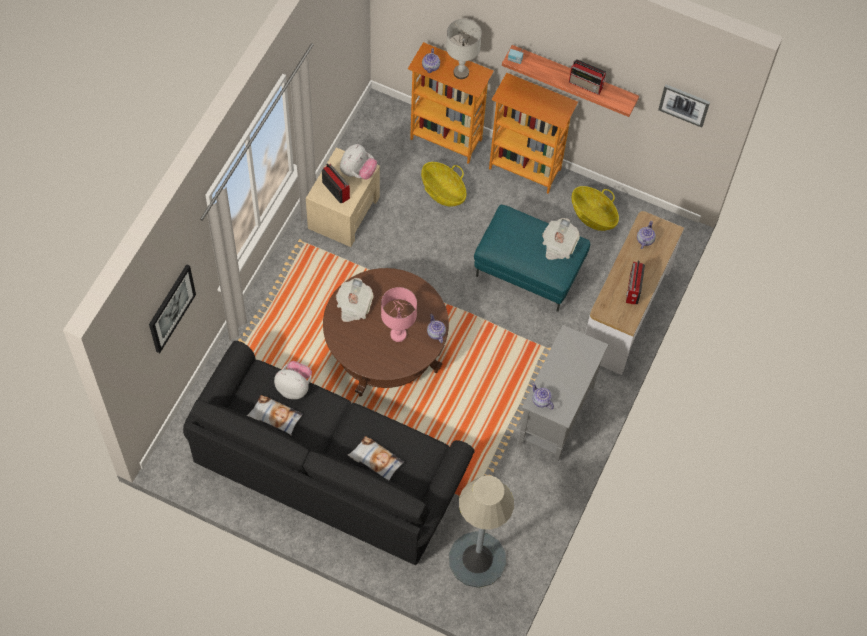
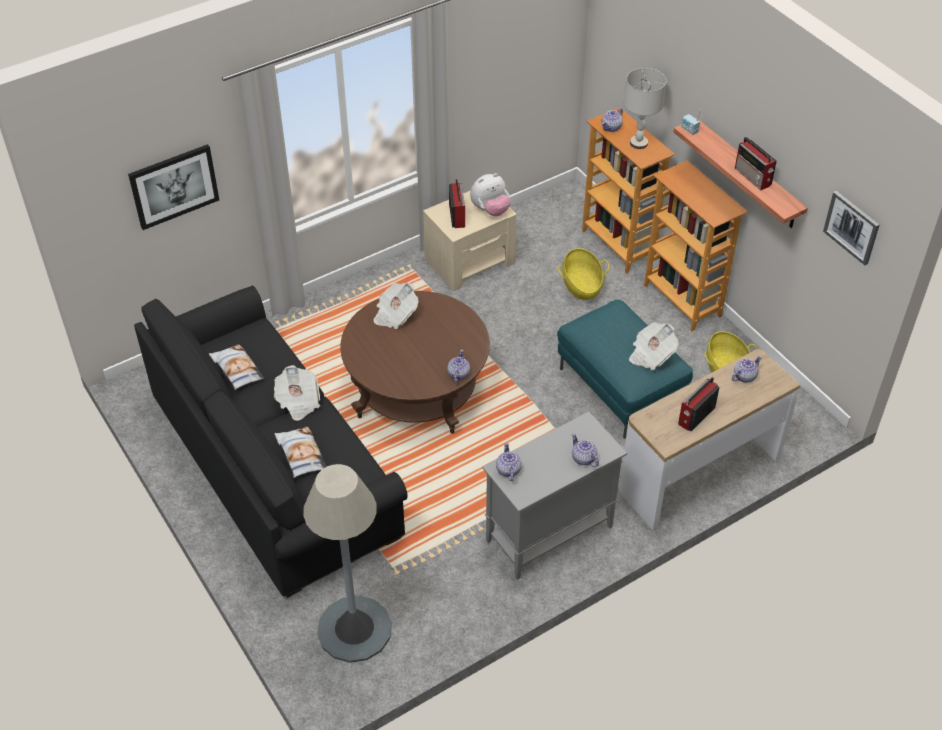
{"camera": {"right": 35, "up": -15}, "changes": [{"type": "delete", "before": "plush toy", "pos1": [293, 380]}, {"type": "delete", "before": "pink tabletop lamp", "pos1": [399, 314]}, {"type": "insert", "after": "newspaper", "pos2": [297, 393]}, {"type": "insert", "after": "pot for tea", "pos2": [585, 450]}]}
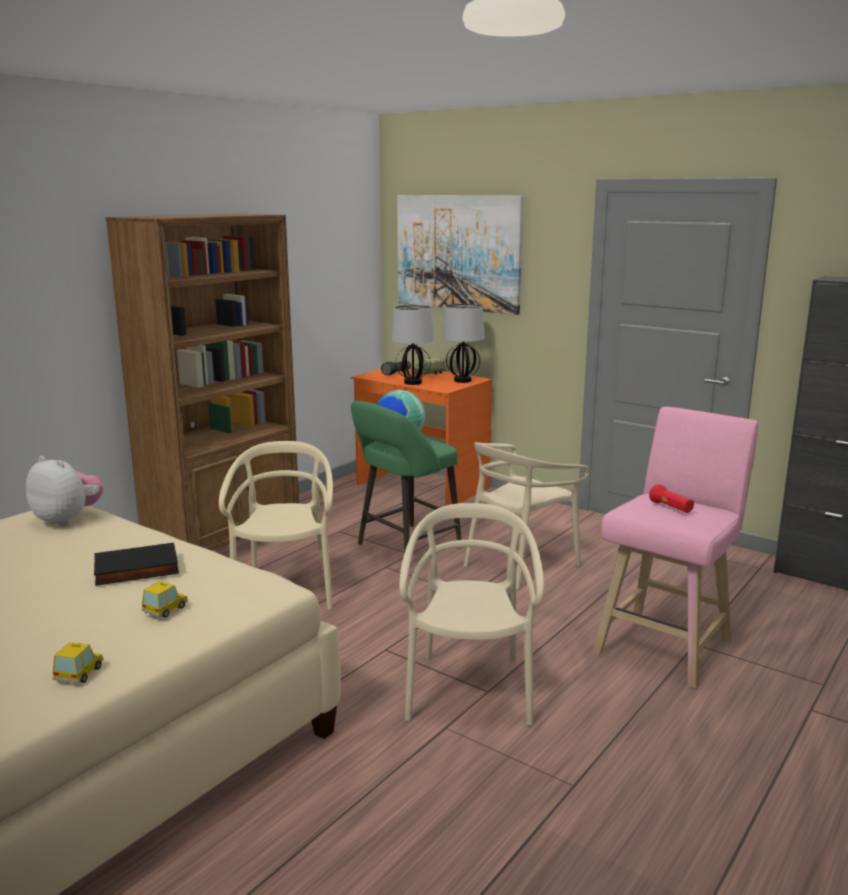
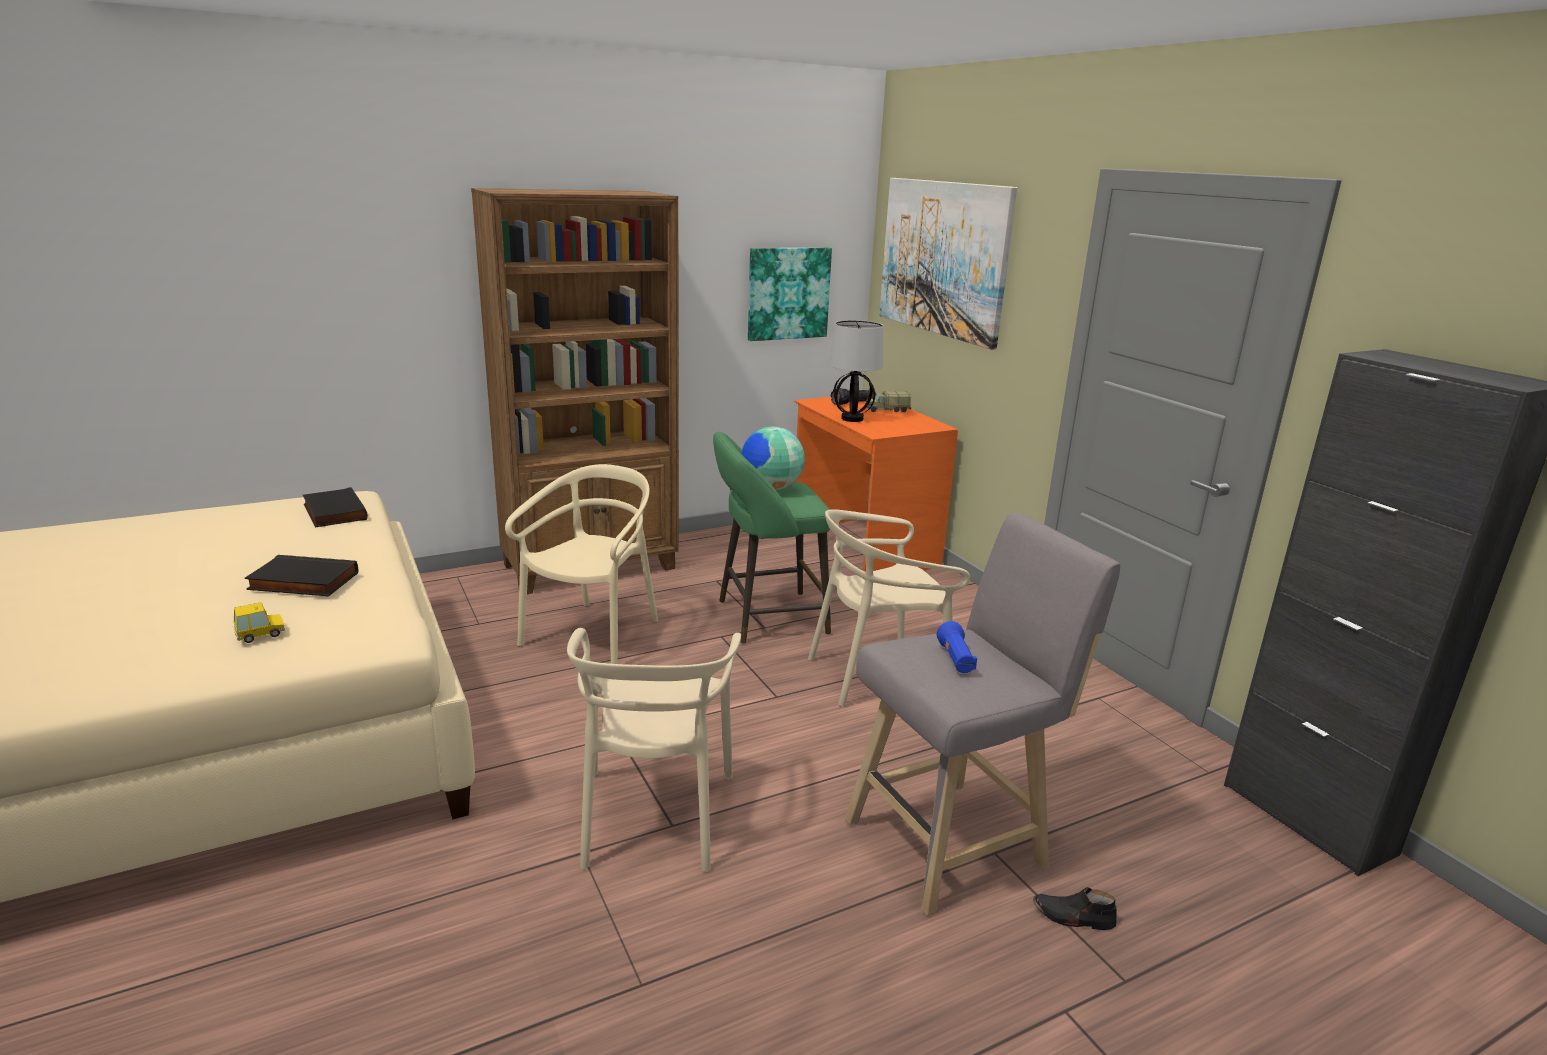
{"camera": {"right": 25, "up": 5}, "changes": [{"type": "replace", "before": "plush toy", "after": "black-coloured book", "pos1": [64, 491], "pos2": [335, 507]}, {"type": "delete", "before": "toy car", "pos1": [78, 662]}, {"type": "rotate", "before": "sand-coloured upright chair", "pos1": [471, 614], "pos2": [654, 750], "turn": 150}, {"type": "delete", "before": "tabletop lamp", "pos1": [463, 343]}, {"type": "recolor", "before": "pink sitting stool", "after": "gray sitting stool", "pos1": [675, 547], "pos2": [982, 714]}, {"type": "recolor", "before": "reddish flashlight", "after": "bluish flashlight", "pos1": [671, 498], "pos2": [957, 647]}, {"type": "insert", "after": "wall art", "pos2": [790, 294]}, {"type": "insert", "after": "black-coloured low shoe", "pos2": [1075, 908]}]}
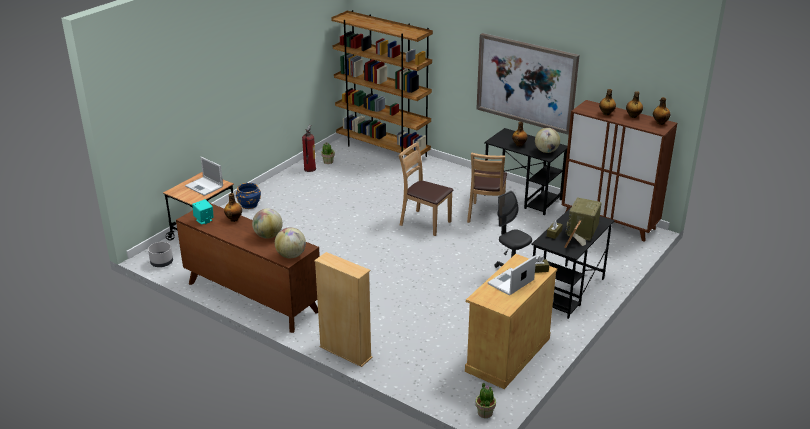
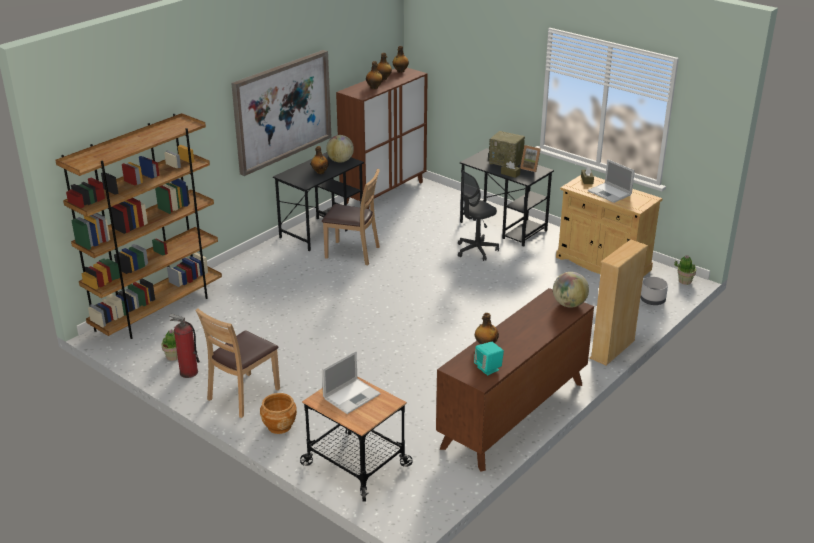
{"camera": {"right": -85, "up": 0}, "changes": [{"type": "move", "before": "gray planter", "pos1": [160, 254], "pos2": [654, 291]}, {"type": "recolor", "before": "bluish planter", "after": "brownish planter", "pos1": [248, 196], "pos2": [278, 413]}, {"type": "delete", "before": "globe", "pos1": [267, 224]}, {"type": "move", "before": "brownish upright chair", "pos1": [426, 189], "pos2": [237, 363]}]}
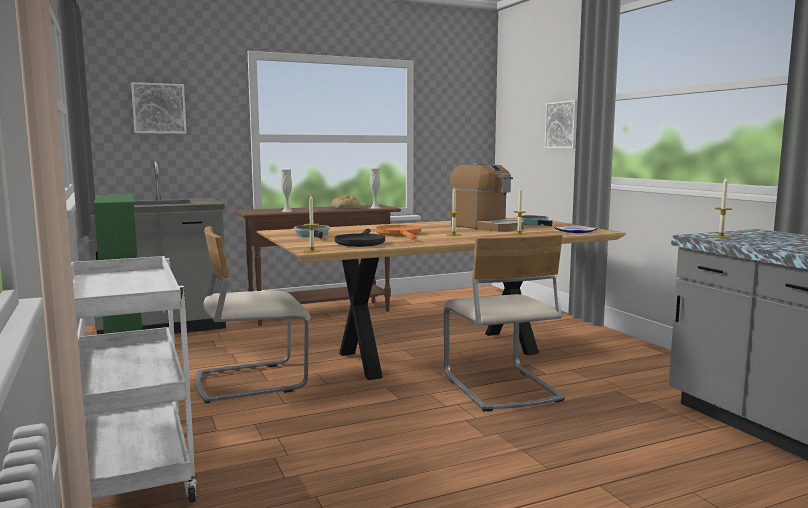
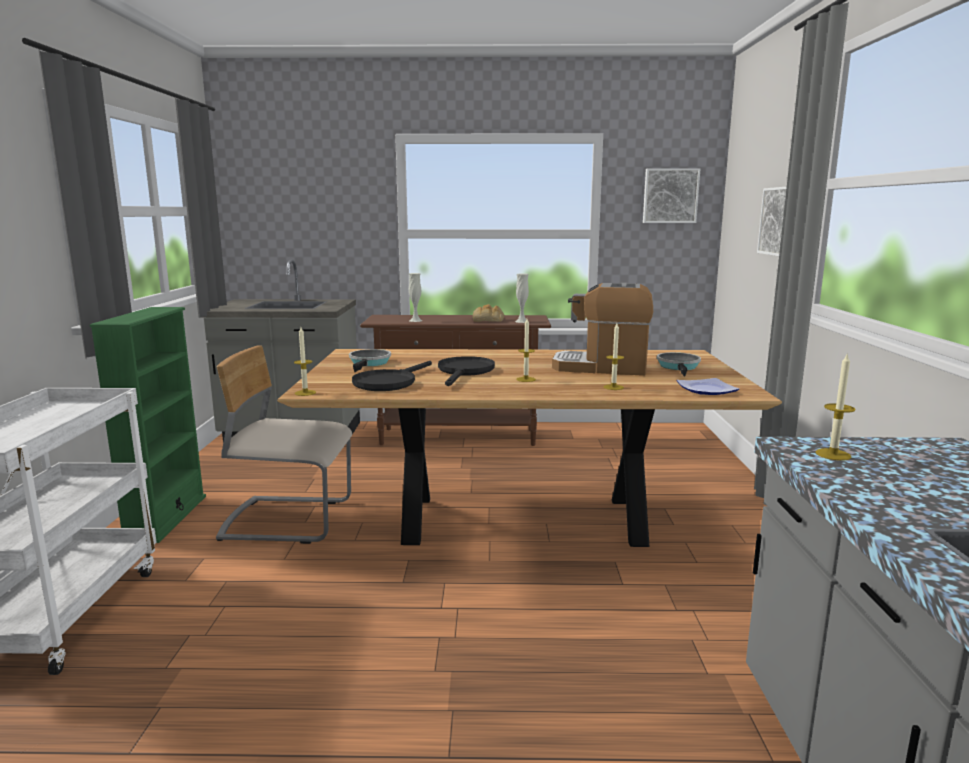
{"camera": {"right": 25, "up": 5}, "changes": [{"type": "move", "before": "wall art", "pos1": [159, 108], "pos2": [671, 195]}, {"type": "recolor", "before": "orangey frying pan", "after": "black-coloured frying pan", "pos1": [398, 232], "pos2": [466, 371]}, {"type": "delete", "before": "sand-coloured upright chair", "pos1": [504, 322]}, {"type": "rotate", "before": "coffee brewer", "pos1": [487, 197], "pos2": [602, 329], "turn": 120}]}
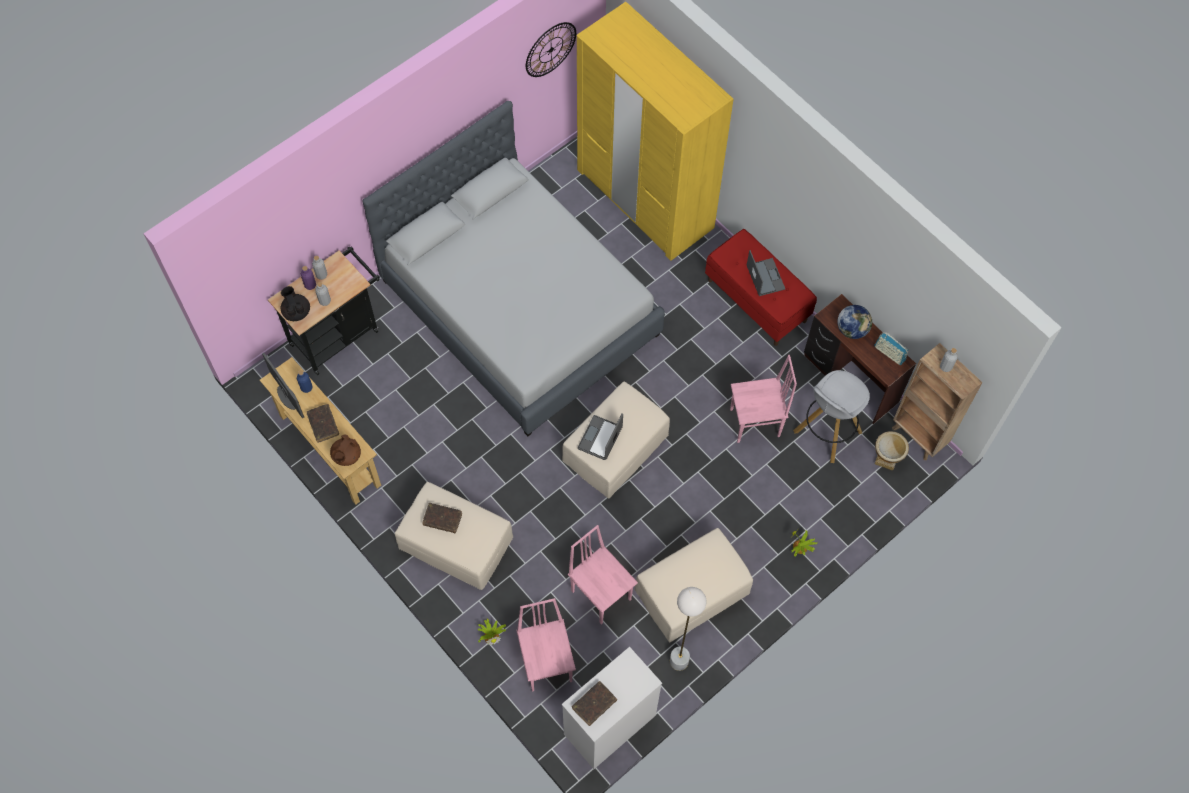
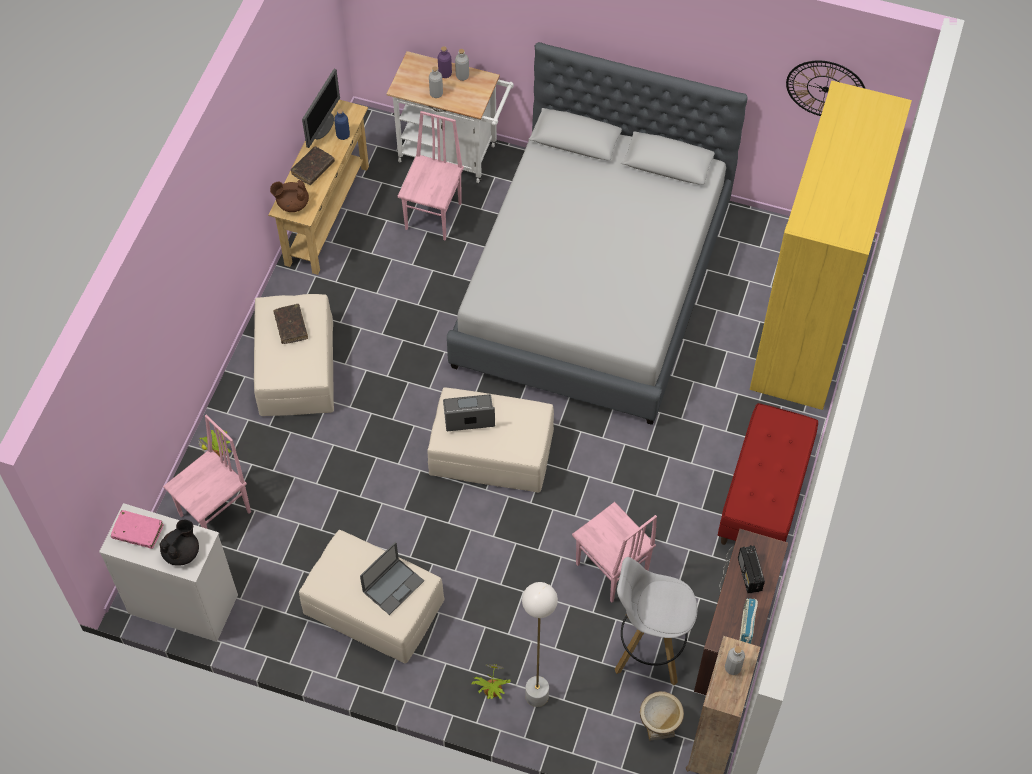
{"camera": {"right": 60, "up": -5}, "changes": [{"type": "recolor", "before": "black-coloured cart", "after": "white cart", "pos1": [324, 311], "pos2": [450, 117]}, {"type": "move", "before": "black-coloured pot for tea", "pos1": [295, 303], "pos2": [179, 542]}, {"type": "move", "before": "pink upright chair", "pos1": [603, 575], "pos2": [431, 175]}, {"type": "recolor", "before": "brownish book", "after": "pink book", "pos1": [594, 703], "pos2": [137, 529]}, {"type": "move", "before": "white standard lamp", "pos1": [688, 629], "pos2": [540, 644]}, {"type": "move", "before": "notebook computer", "pos1": [766, 273], "pos2": [392, 578]}, {"type": "replace", "before": "globe", "after": "radio receiver", "pos1": [854, 322], "pos2": [751, 569]}]}
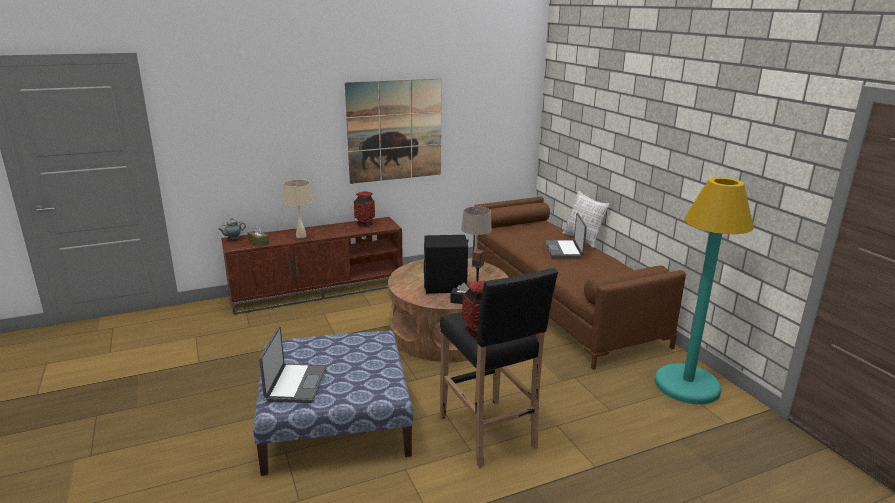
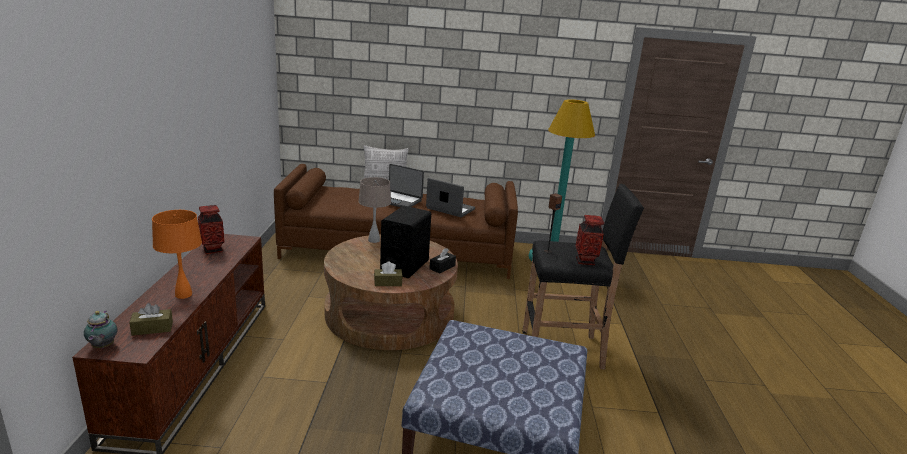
{"camera": {"right": -65, "up": 0}, "changes": [{"type": "move", "before": "notebook computer", "pos1": [293, 365], "pos2": [450, 197]}, {"type": "recolor", "before": "sand-coloured tabletop lamp", "after": "orangey tabletop lamp", "pos1": [298, 208], "pos2": [177, 254]}, {"type": "delete", "before": "wall art", "pos1": [393, 131]}, {"type": "insert", "after": "brownish box of tissues", "pos2": [388, 274]}]}
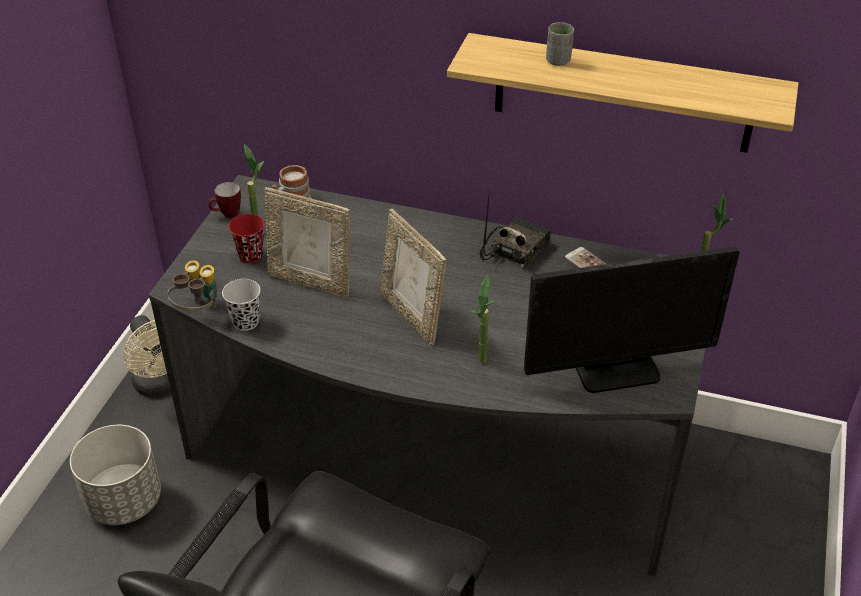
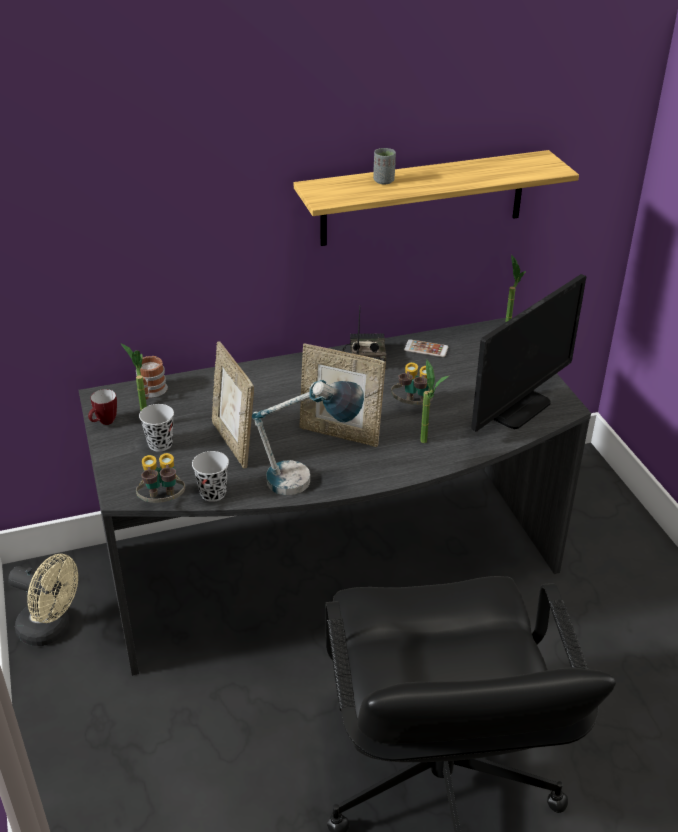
{"camera": {"right": -35, "up": -5}, "changes": [{"type": "delete", "before": "gray planter", "pos1": [115, 475]}, {"type": "recolor", "before": "reddish drinking cup", "after": "black-coloured drinking cup", "pos1": [246, 238], "pos2": [156, 428]}, {"type": "rotate", "before": "standing frame", "pos1": [307, 242], "pos2": [233, 404], "turn": 75}, {"type": "insert", "after": "tabletop lamp", "pos2": [308, 437]}, {"type": "insert", "after": "binoculars", "pos2": [412, 383]}]}
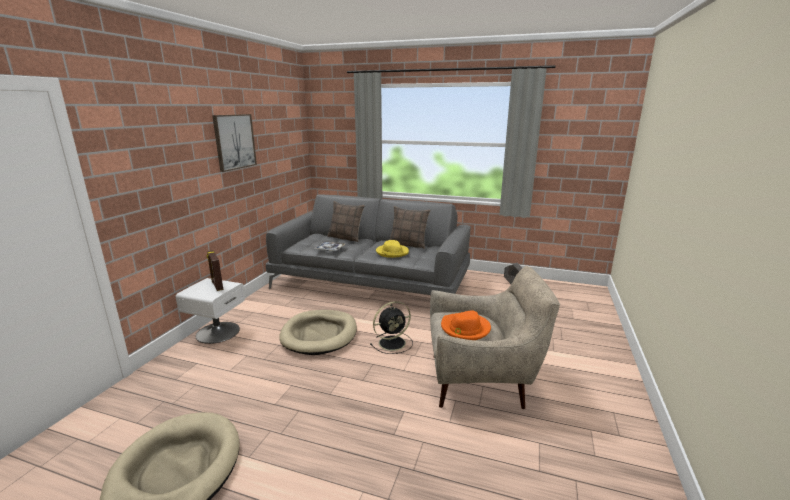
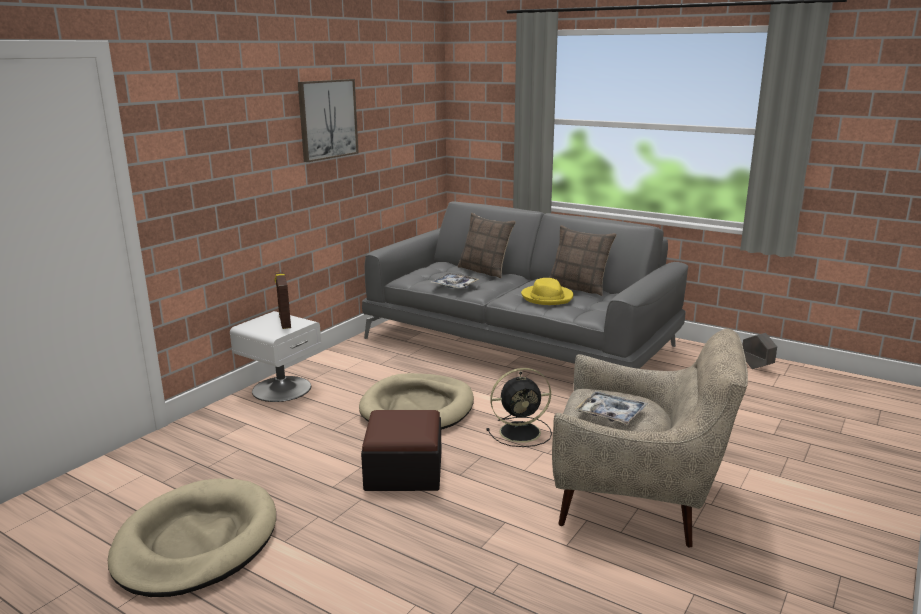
{"camera": {"right": 15, "up": 0}, "changes": [{"type": "replace", "before": "orangey hat", "after": "tray", "pos1": [466, 325], "pos2": [611, 408]}, {"type": "insert", "after": "pouffe", "pos2": [401, 450]}]}
